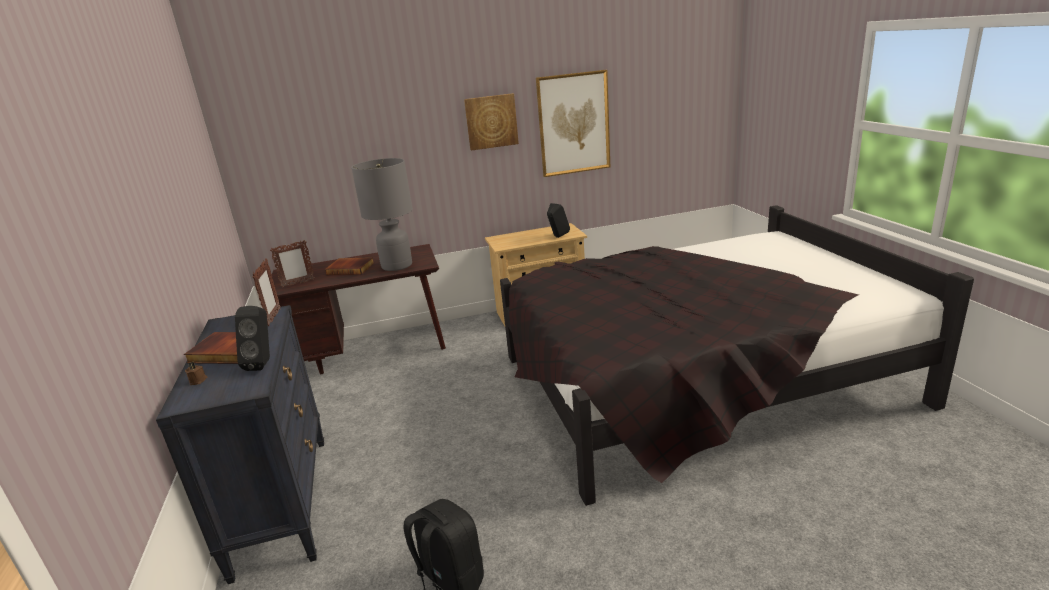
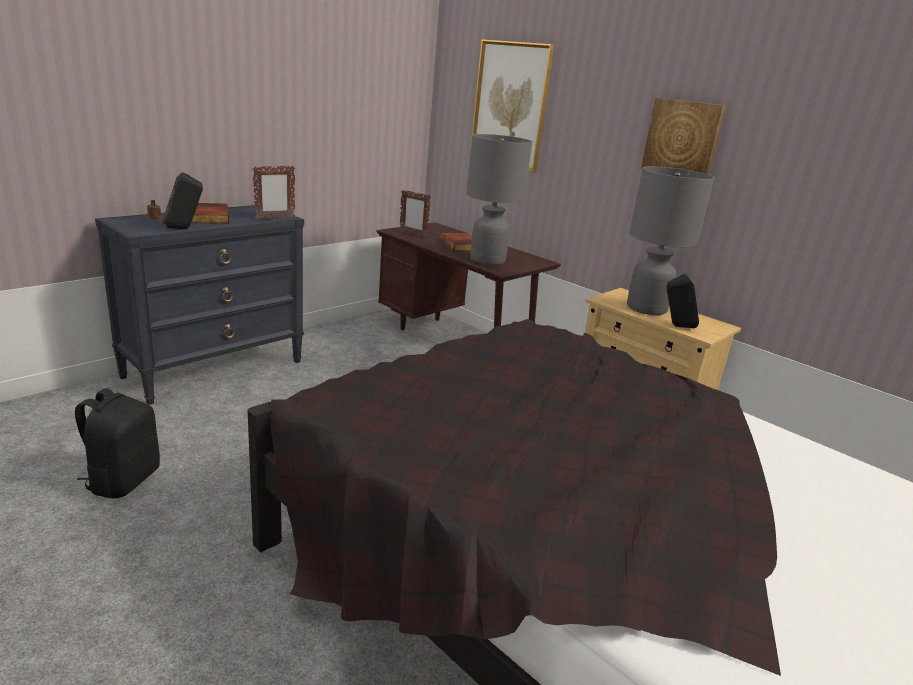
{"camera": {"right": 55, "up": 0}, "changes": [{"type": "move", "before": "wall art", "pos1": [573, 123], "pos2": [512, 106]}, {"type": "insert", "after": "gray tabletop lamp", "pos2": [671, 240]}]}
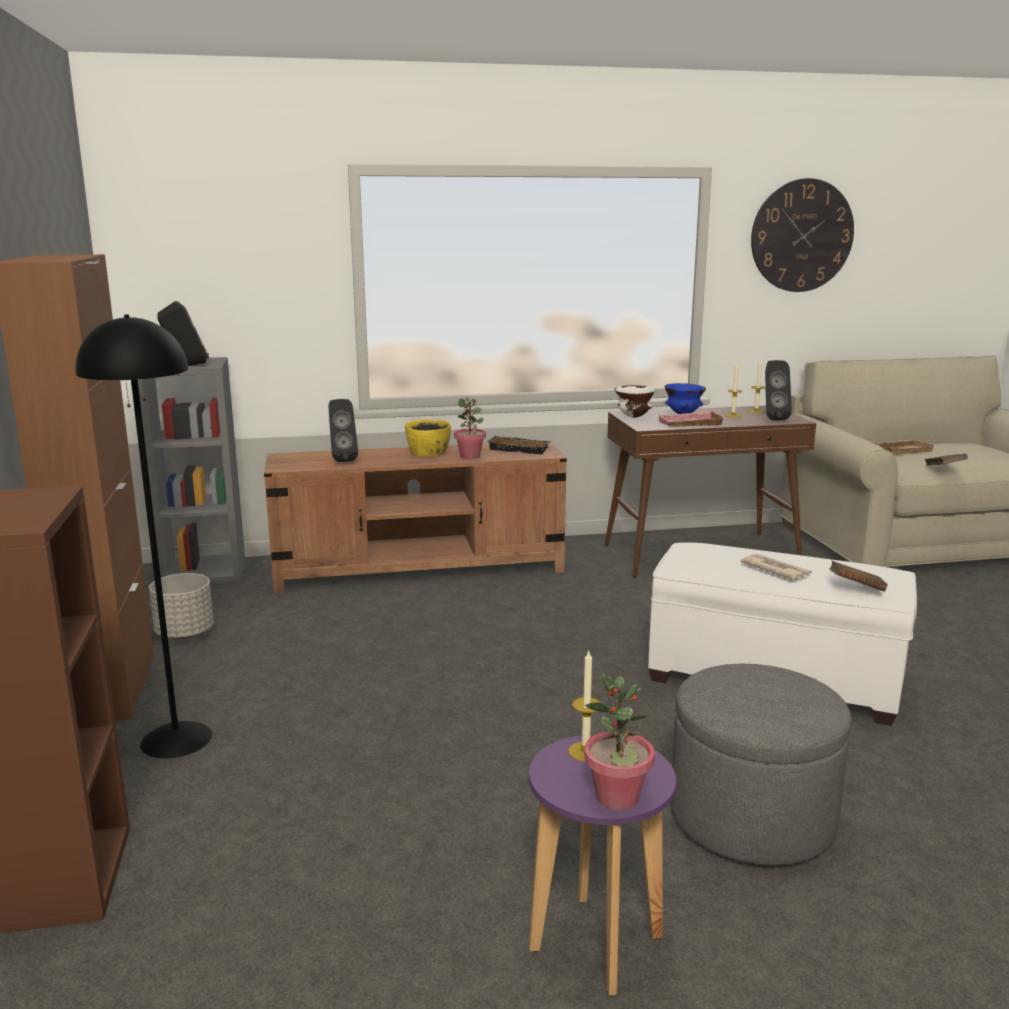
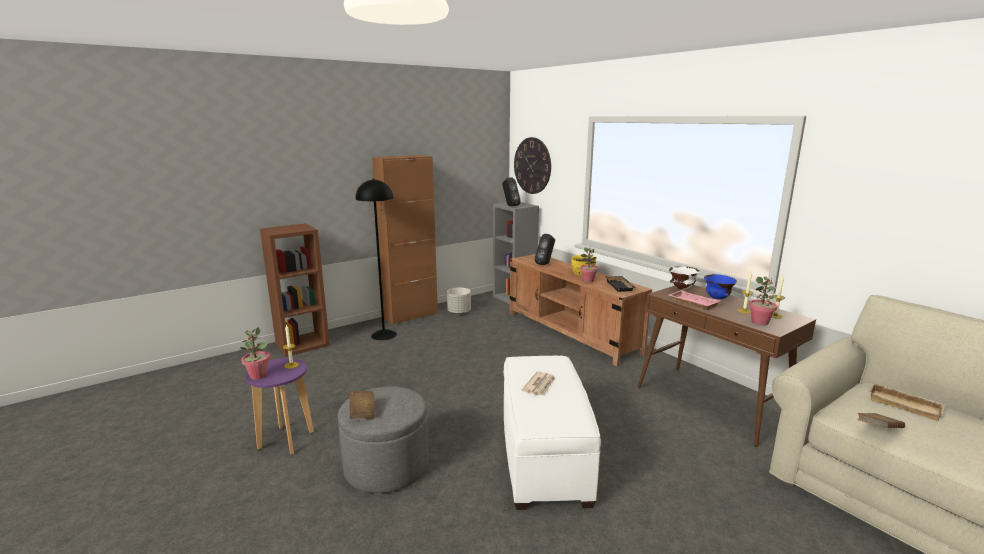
{"camera": {"right": 65, "up": 0}, "changes": [{"type": "move", "before": "wall clock", "pos1": [802, 235], "pos2": [532, 165]}, {"type": "replace", "before": "black-coloured audio speaker", "after": "houseplant", "pos1": [778, 390], "pos2": [763, 301]}, {"type": "move", "before": "brownish book", "pos1": [858, 576], "pos2": [362, 405]}]}
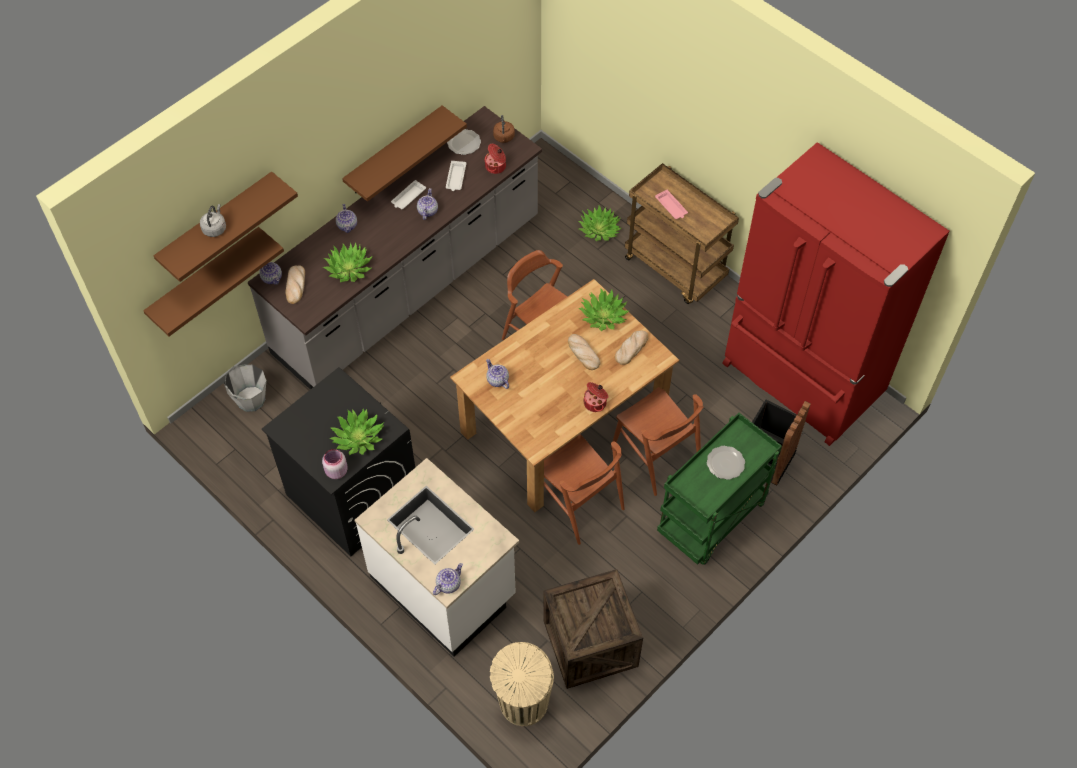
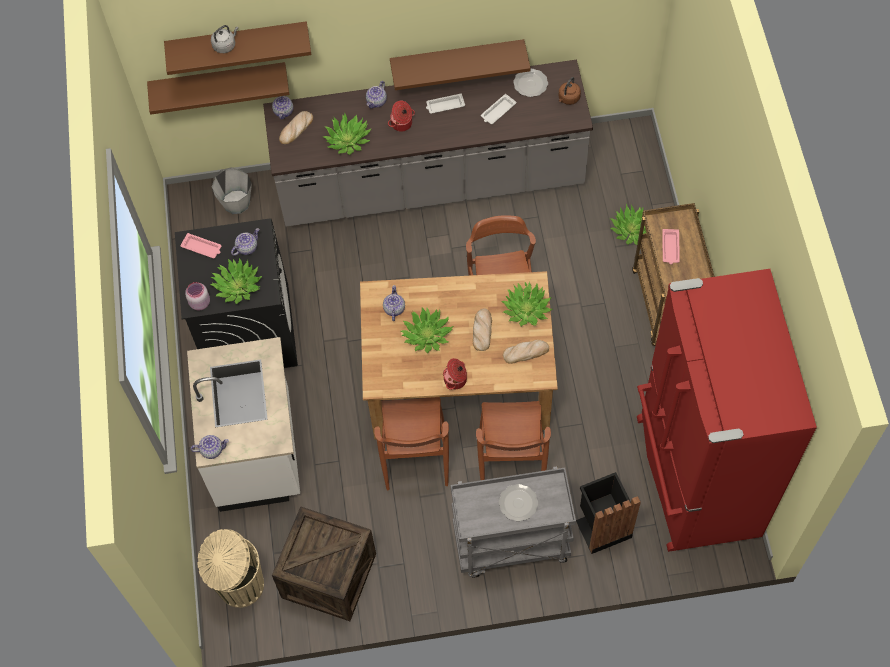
{"camera": {"right": 40, "up": 5}, "changes": [{"type": "move", "before": "pot for tea", "pos1": [427, 204], "pos2": [245, 242]}, {"type": "move", "before": "saucepot", "pos1": [495, 159], "pos2": [401, 116]}, {"type": "recolor", "before": "green-coloured cart", "after": "gray cart", "pos1": [719, 489], "pos2": [513, 521]}, {"type": "insert", "after": "pink tray", "pos2": [200, 245]}, {"type": "insert", "after": "houseplant", "pos2": [426, 330]}]}
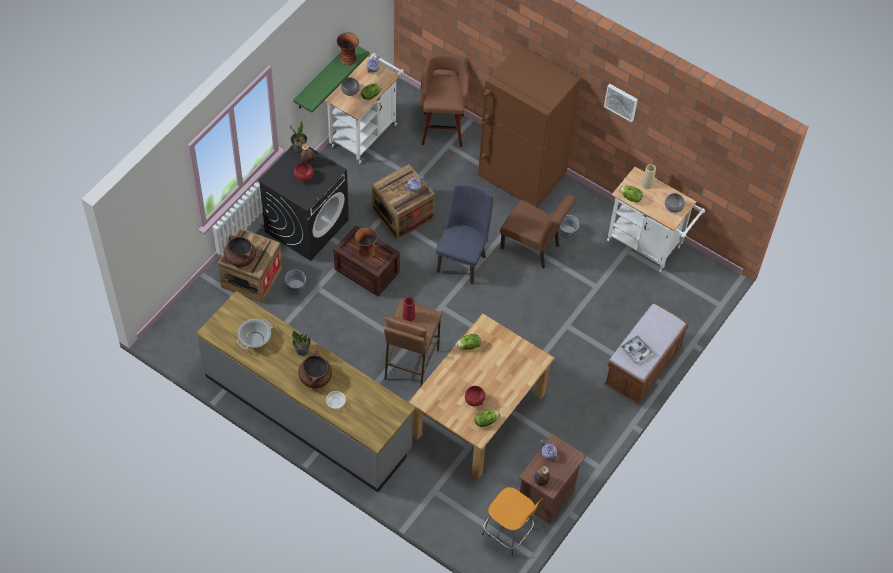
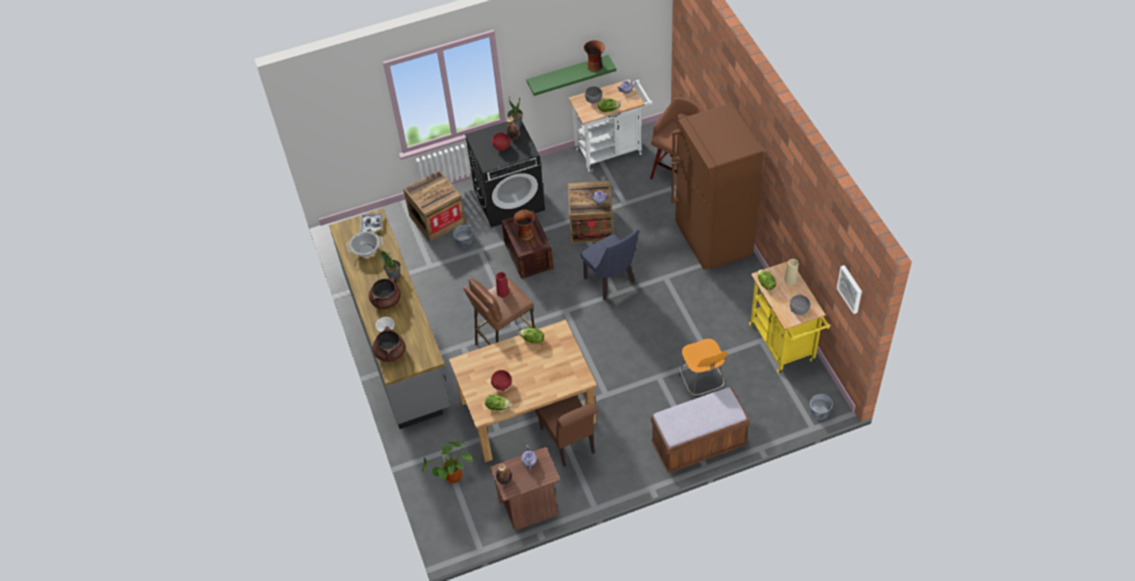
{"camera": {"right": 40, "up": -5}, "changes": [{"type": "move", "before": "brownish saucepot", "pos1": [240, 251], "pos2": [389, 344]}, {"type": "rotate", "before": "bluish upright chair", "pos1": [464, 233], "pos2": [610, 264], "turn": 90}, {"type": "move", "before": "orangey sitting stool", "pos1": [512, 521], "pos2": [703, 369]}, {"type": "move", "before": "brownish upright chair", "pos1": [538, 232], "pos2": [566, 431]}, {"type": "move", "before": "gray pail", "pos1": [569, 227], "pos2": [821, 407]}, {"type": "move", "before": "wall art", "pos1": [621, 103], "pos2": [849, 289]}, {"type": "recolor", "before": "white cart", "after": "yellow cart", "pos1": [656, 219], "pos2": [789, 317]}, {"type": "move", "before": "tray", "pos1": [637, 349], "pos2": [371, 222]}, {"type": "insert", "after": "houseplant", "pos2": [448, 462]}]}
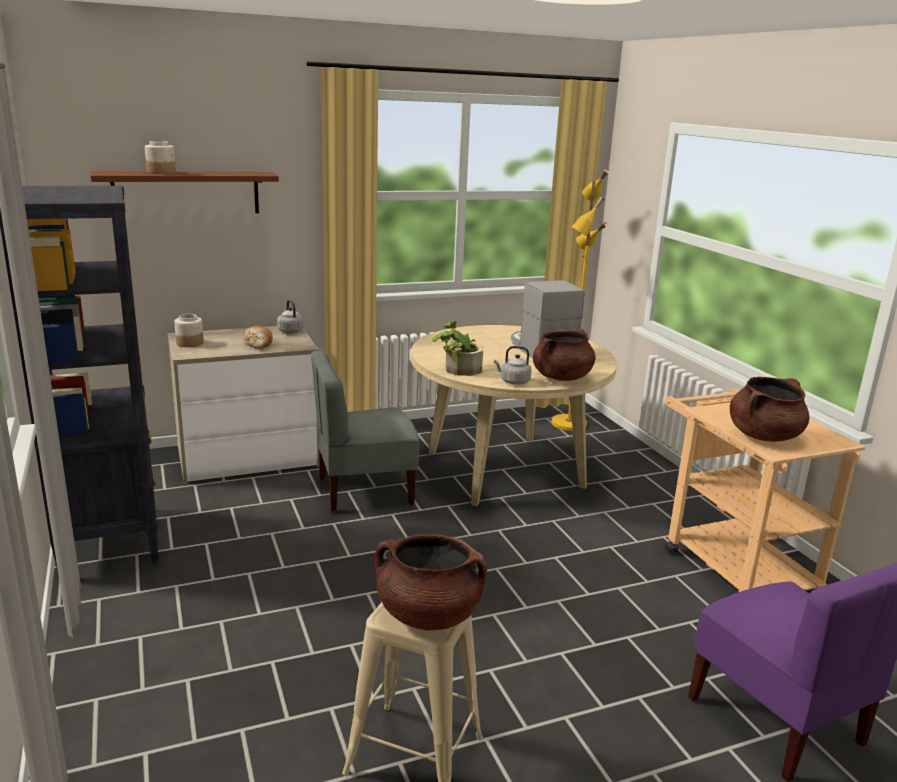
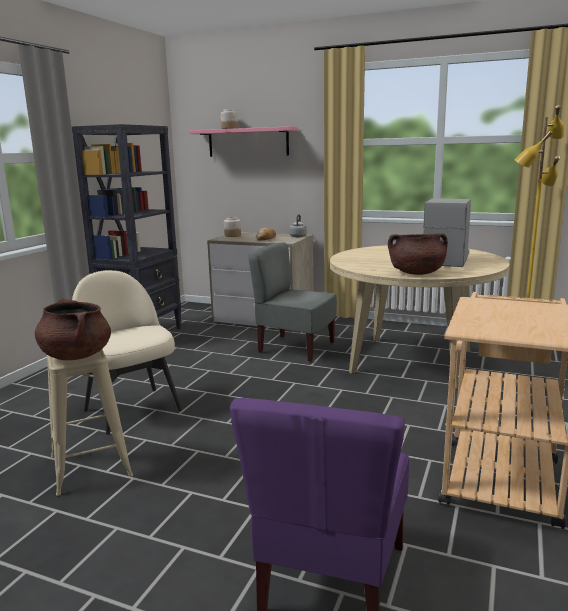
{"camera": {"right": 45, "up": -5}, "changes": [{"type": "recolor", "before": "brownish wall shelf", "after": "pink wall shelf", "pos1": [185, 192], "pos2": [243, 142]}, {"type": "delete", "before": "houseplant", "pos1": [457, 348]}, {"type": "delete", "before": "gray kettle", "pos1": [512, 365]}, {"type": "delete", "before": "brownish saucepot", "pos1": [769, 409]}, {"type": "insert", "after": "sand-coloured upright chair", "pos2": [127, 352]}]}
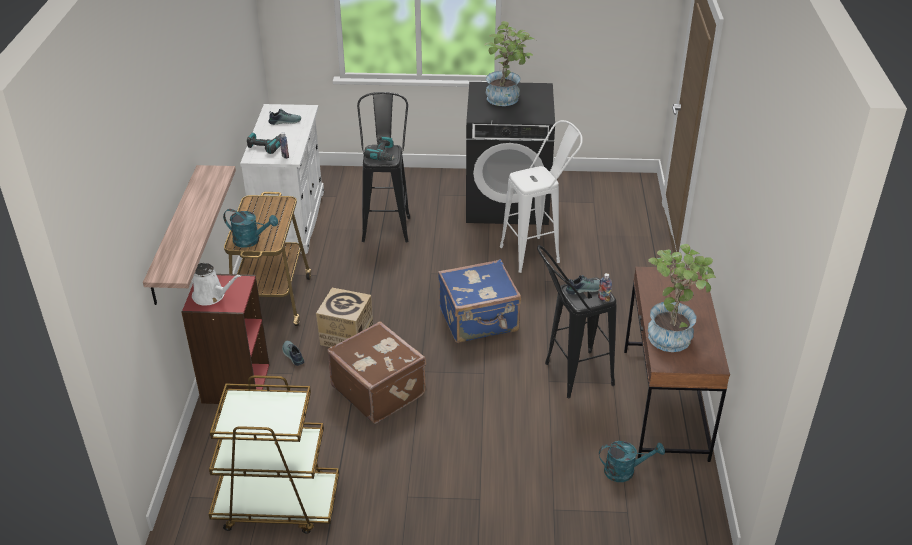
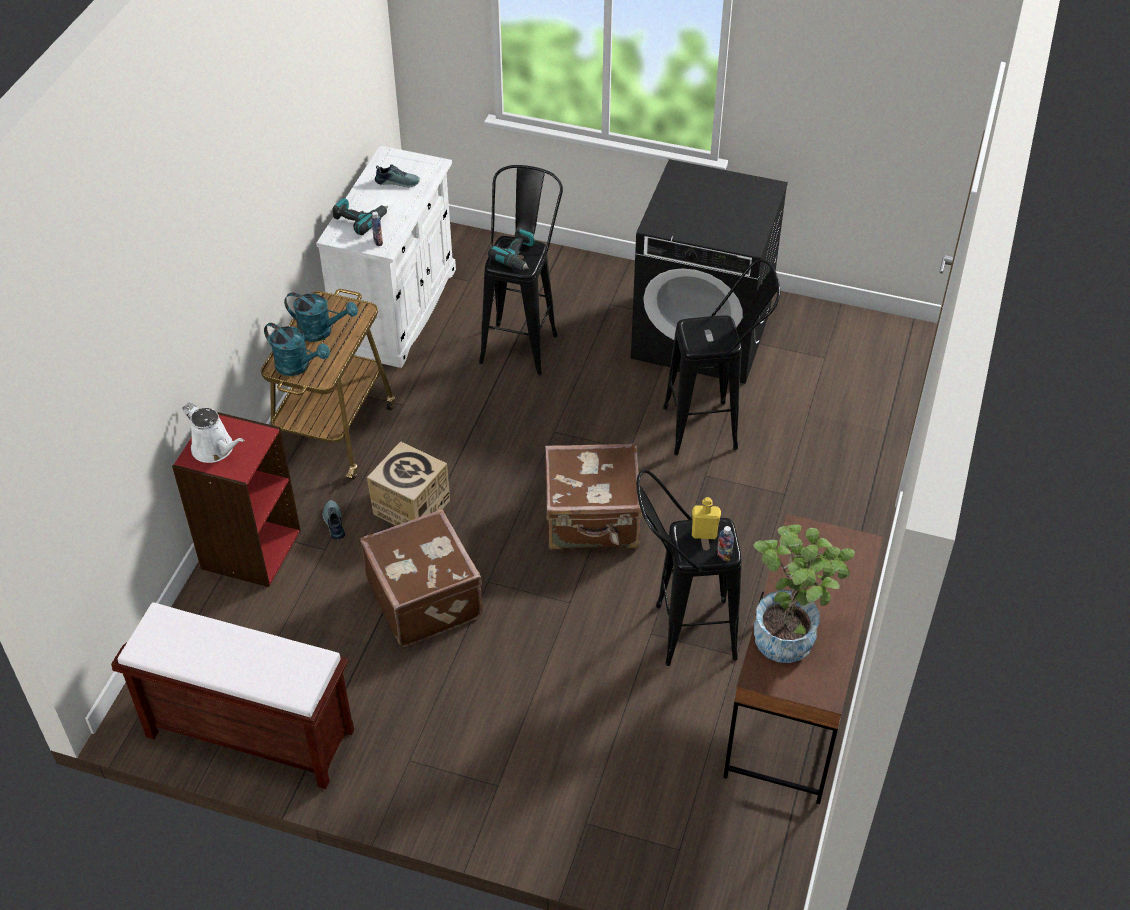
{"camera": {"right": 15, "up": 10}, "changes": [{"type": "delete", "before": "wall shelf", "pos1": [189, 235]}, {"type": "replace", "before": "brownish cart", "after": "brownish long seat", "pos1": [274, 454], "pos2": [232, 695]}, {"type": "recolor", "before": "bluish piece of luggage", "after": "brownish piece of luggage", "pos1": [479, 301], "pos2": [593, 496]}, {"type": "delete", "before": "houseplant", "pos1": [510, 63]}, {"type": "recolor", "before": "white sitting stool", "after": "black-coloured sitting stool", "pos1": [541, 196], "pos2": [721, 357]}, {"type": "replace", "before": "low shoe", "after": "yellow drink bottle", "pos1": [583, 285], "pos2": [706, 518]}, {"type": "move", "before": "turquoise-coloured watering can", "pos1": [632, 461], "pos2": [321, 317]}]}
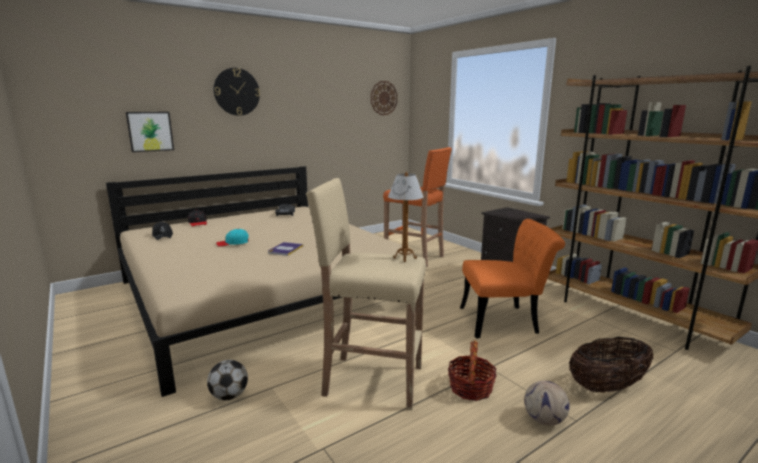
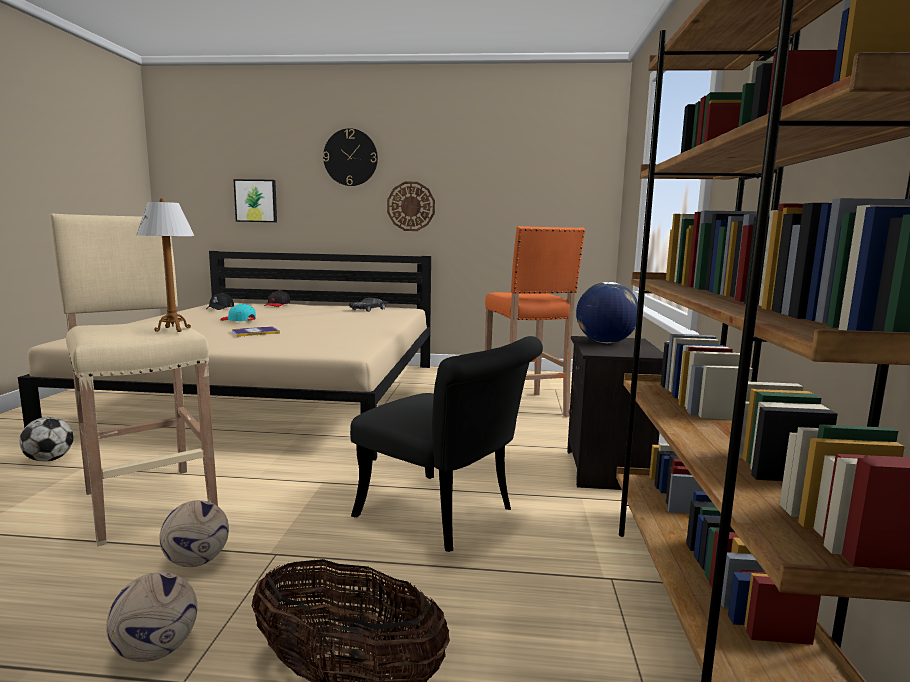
{"camera": {"right": 40, "up": -5}, "changes": [{"type": "move", "before": "wall clock", "pos1": [384, 98], "pos2": [411, 206]}, {"type": "replace", "before": "storage basket", "after": "ball for football", "pos1": [472, 370], "pos2": [194, 533]}, {"type": "recolor", "before": "orangey upright chair", "after": "black-coloured upright chair", "pos1": [512, 279], "pos2": [446, 444]}, {"type": "insert", "after": "globe", "pos2": [607, 312]}]}
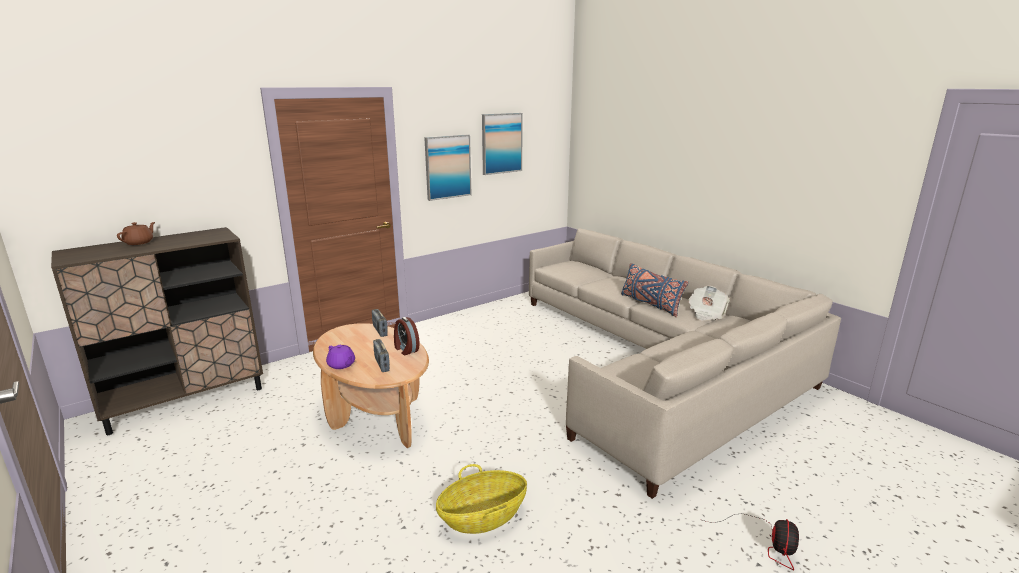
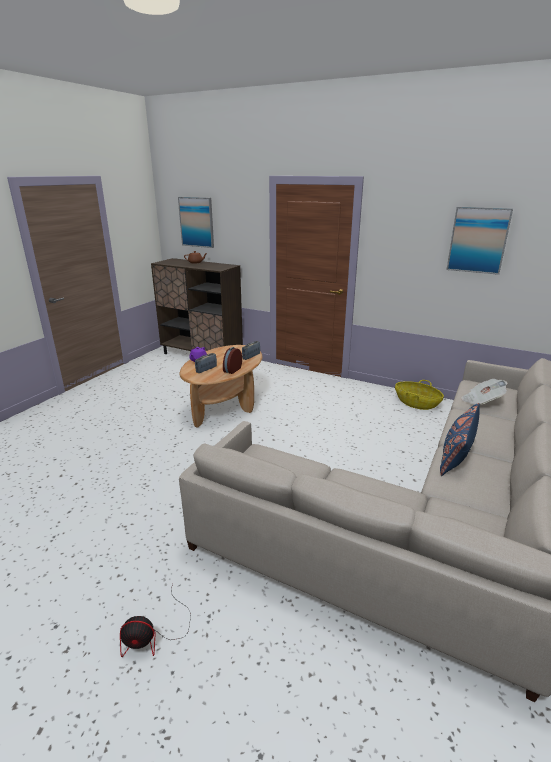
{"camera": {"right": 65, "up": 5}, "changes": [{"type": "move", "before": "wall art", "pos1": [448, 168], "pos2": [196, 222]}, {"type": "move", "before": "storage basket", "pos1": [481, 499], "pos2": [419, 395]}, {"type": "move", "before": "newspaper", "pos1": [709, 302], "pos2": [484, 392]}]}
